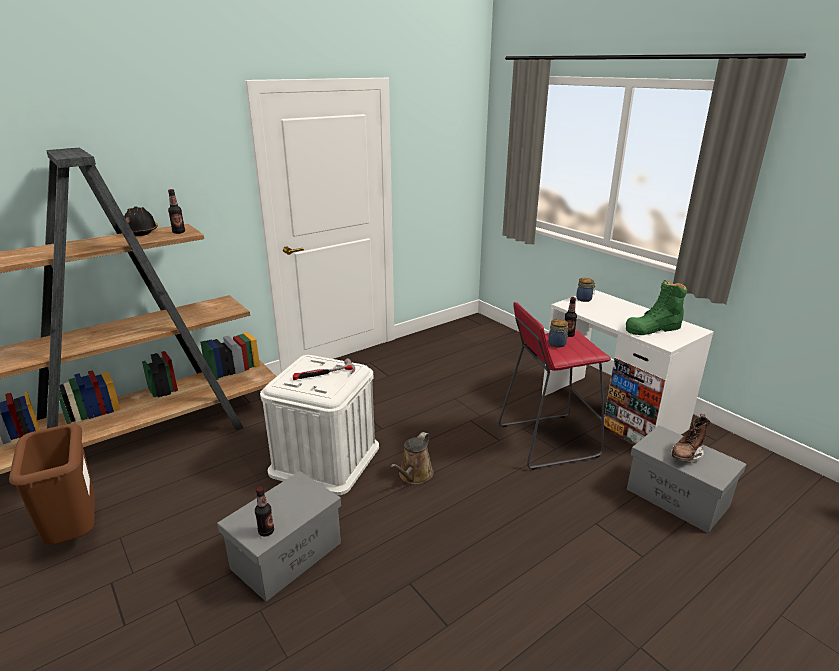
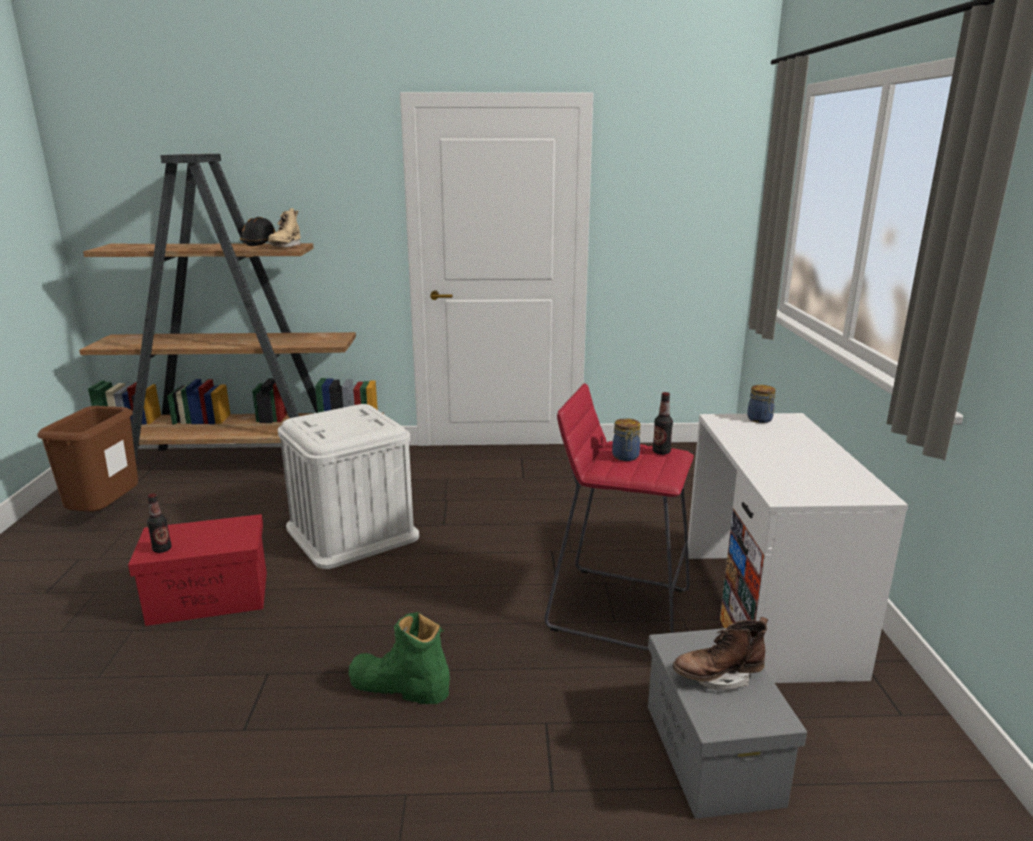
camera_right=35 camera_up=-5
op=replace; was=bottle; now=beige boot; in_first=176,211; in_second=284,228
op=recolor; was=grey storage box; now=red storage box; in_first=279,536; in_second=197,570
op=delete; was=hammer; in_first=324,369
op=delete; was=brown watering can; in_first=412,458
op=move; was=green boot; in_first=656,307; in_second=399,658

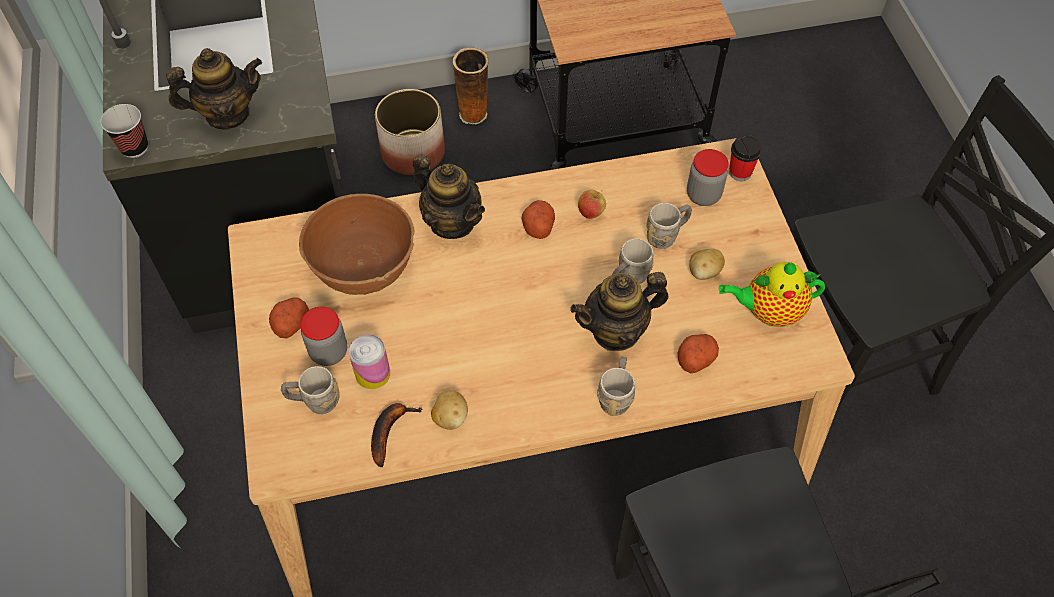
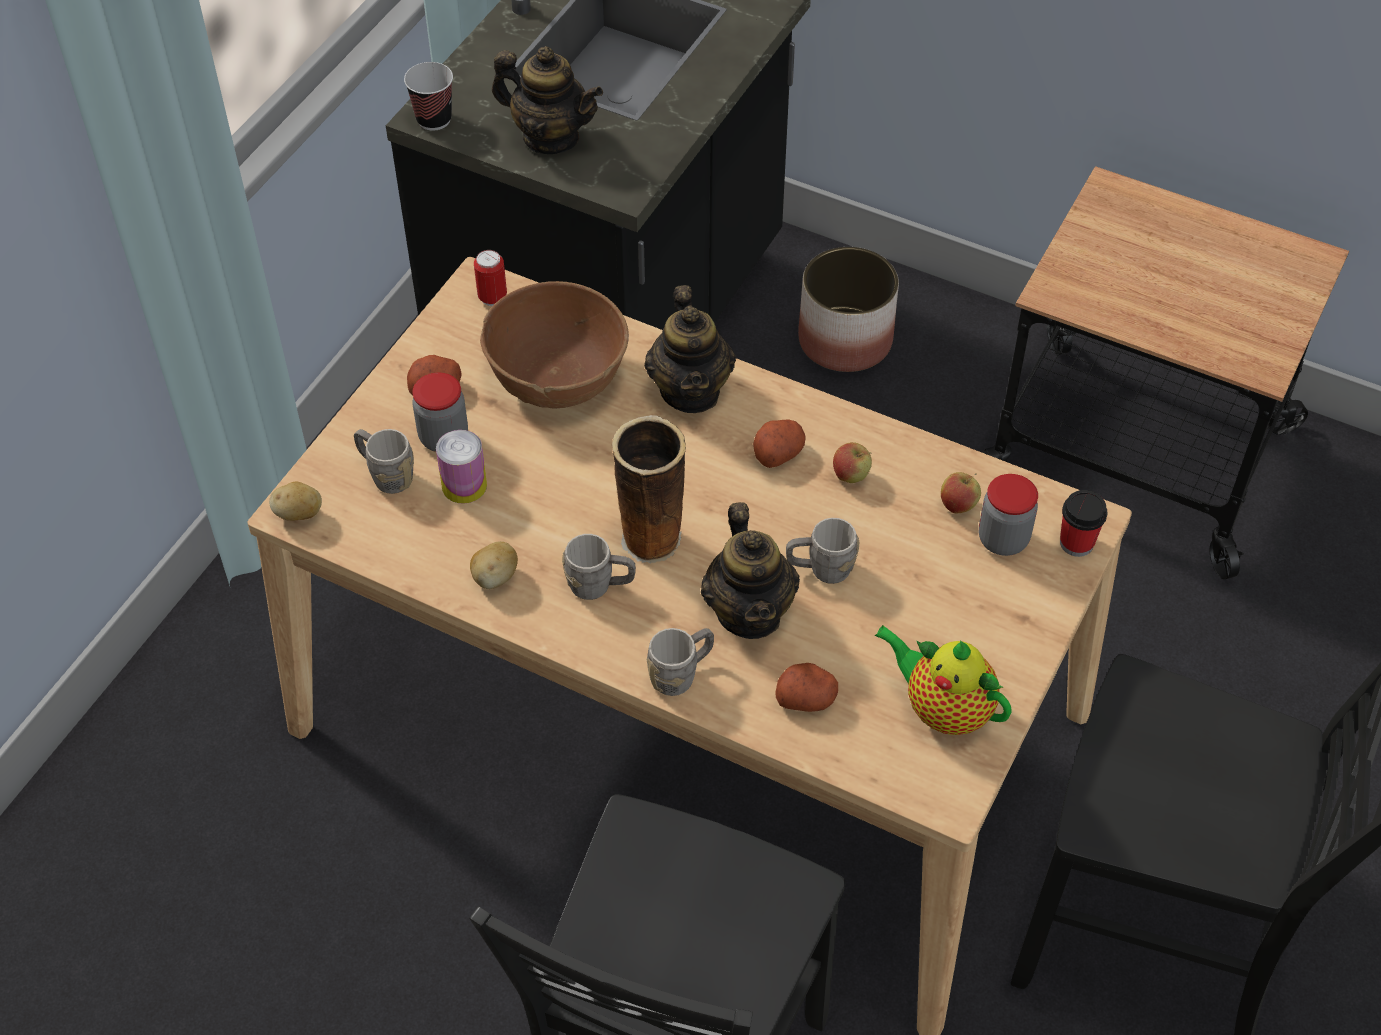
camera_right=40 camera_up=-5
op=delete; was=banana; in_first=397,435
op=move; was=vase; in_first=471,86; in_second=649,489
op=rotate; was=teapot; in_first=619,311; in_second=750,570; clockwise=-120
op=move; was=grey mug; in_first=669,226; in_second=599,567
op=move; was=potato; in_first=707,264; in_second=295,501
op=insert; now=can; in_second=490,278
op=insert; now=apple; in_second=961,493

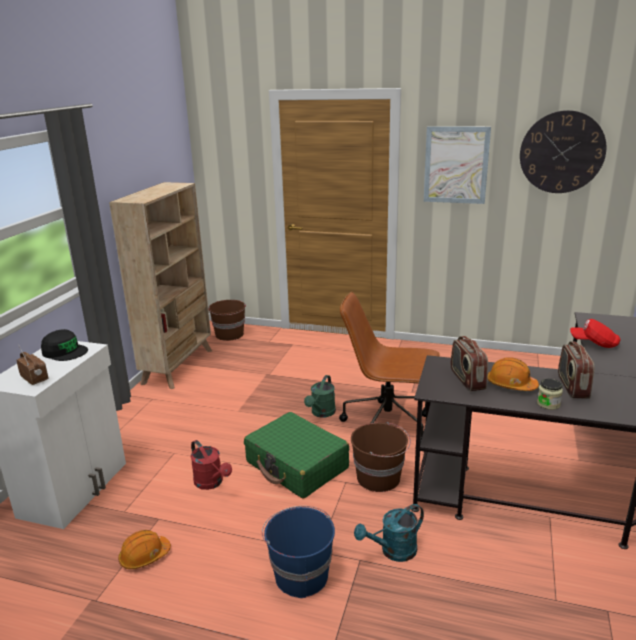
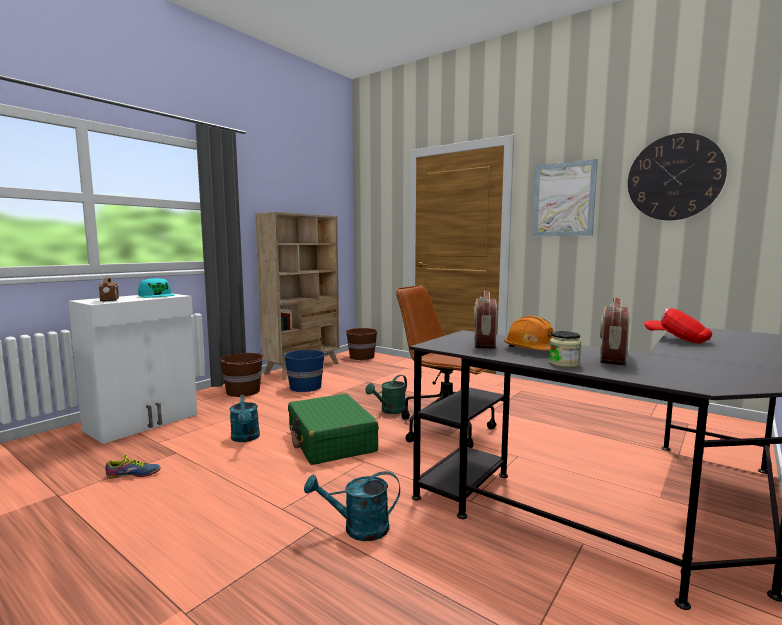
camera_right=20 camera_up=-15
op=recolor; was=black cap; now=turquoise cap; in_first=64,345; in_second=156,288
op=replace; was=orange hard hat; now=shoe; in_first=144,549; in_second=133,467
op=recolor; was=red watering can; now=turquoise watering can; in_first=211,465; in_second=244,418
op=move; was=blue bucket; in_first=298,552; in_second=304,371
op=move; was=brown bucket; in_first=381,457; in_second=242,375

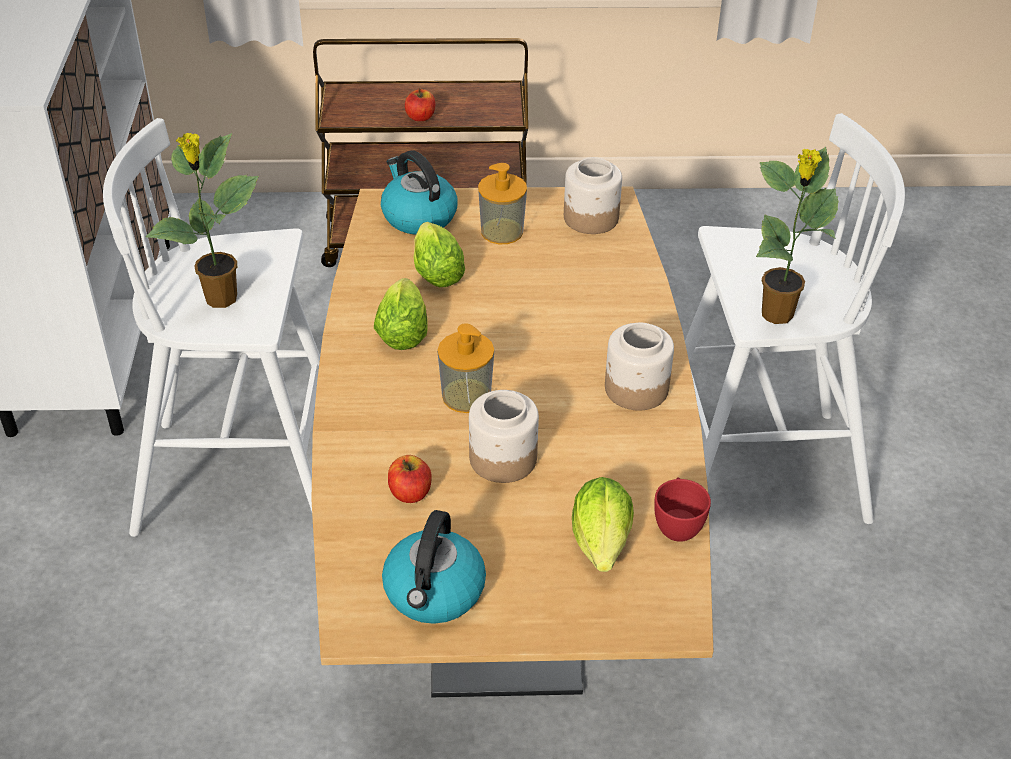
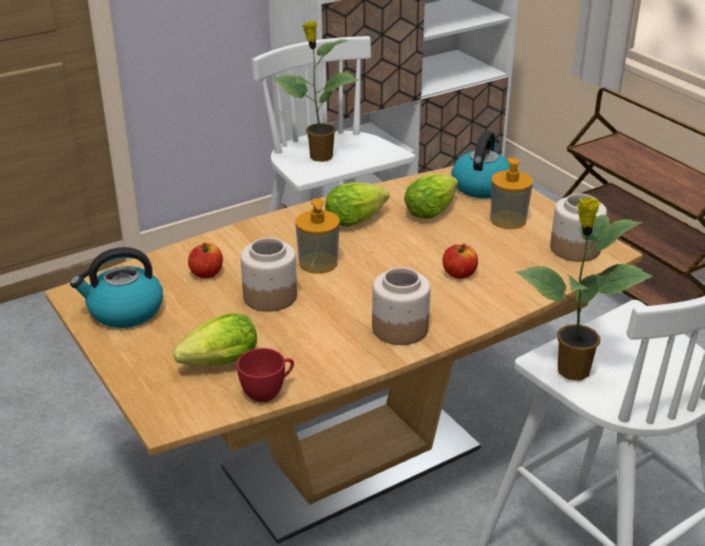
camera_right=60 camera_up=-10
op=move; was=apple; in_first=420,105; in_second=460,261

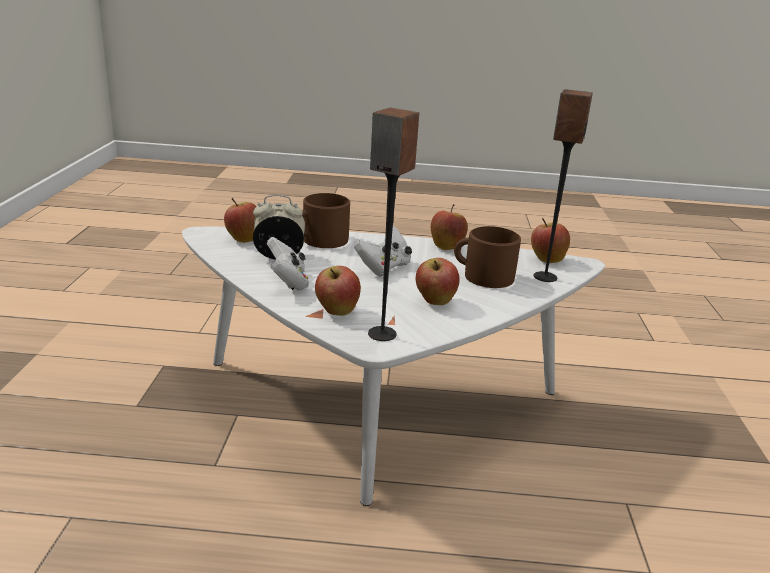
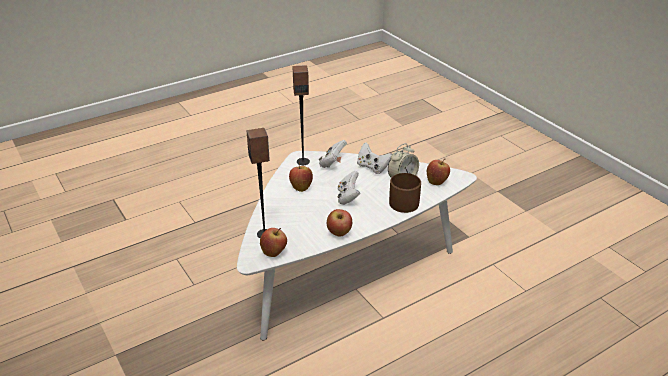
camera_right=145 camera_up=10
op=replace; was=apple; now=white game controller; in_first=338,291; in_second=333,154
op=delete; was=brown mug; in_first=487,257

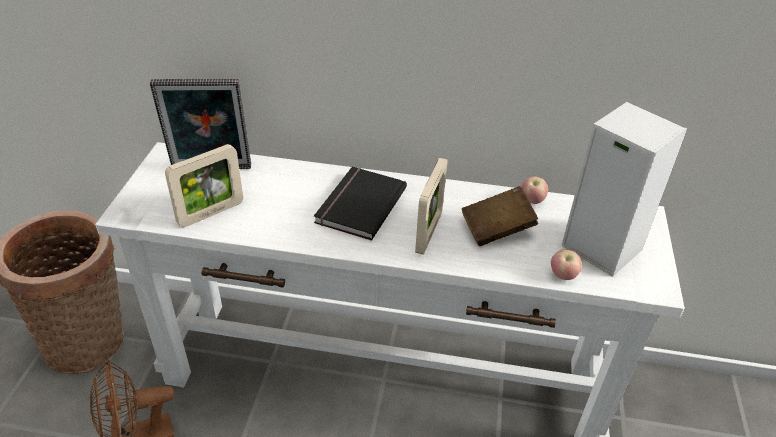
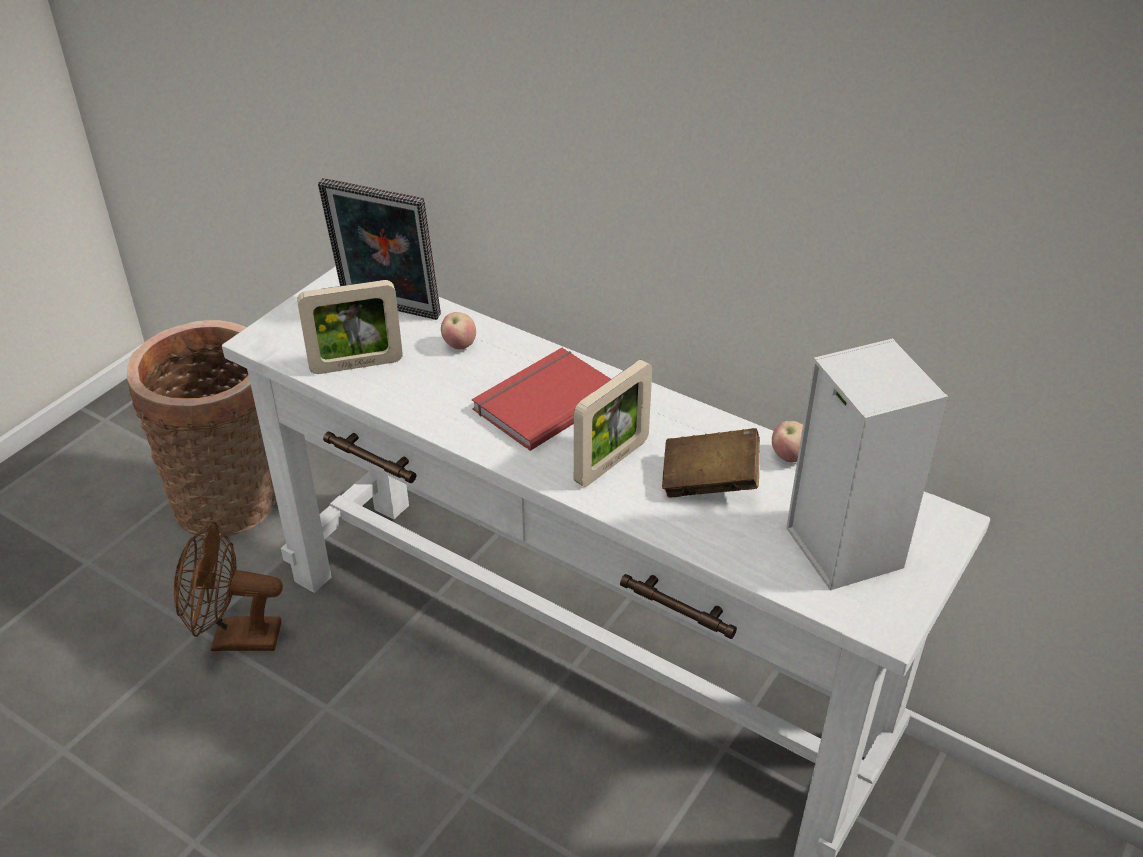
camera_right=25 camera_up=0
op=recolor; was=black book; now=red book; in_first=360,204; in_second=541,399
op=move; was=apple; in_first=566,265; in_second=458,330

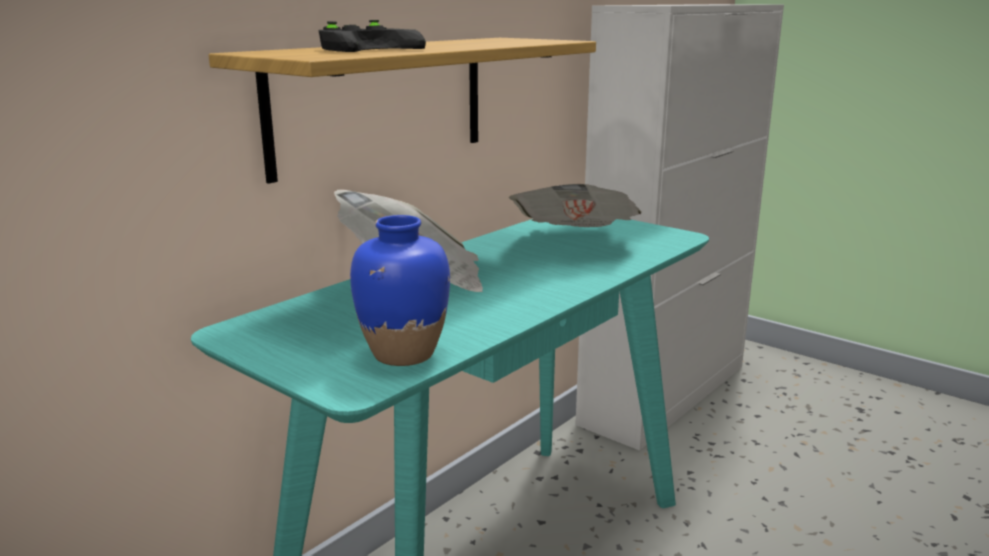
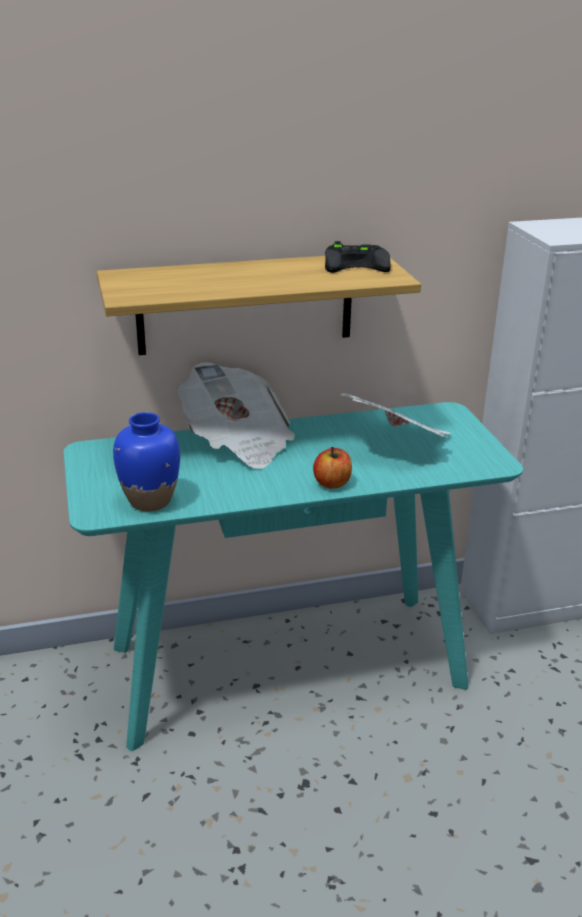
camera_right=35 camera_up=10
op=move; was=black game controller; in_first=372,36; in_second=358,257
op=insert; now=apple; in_second=332,467

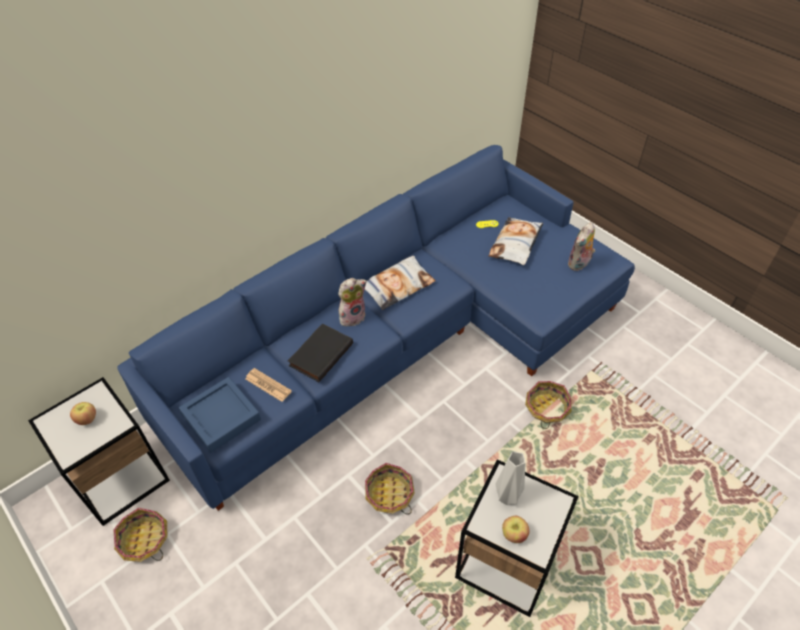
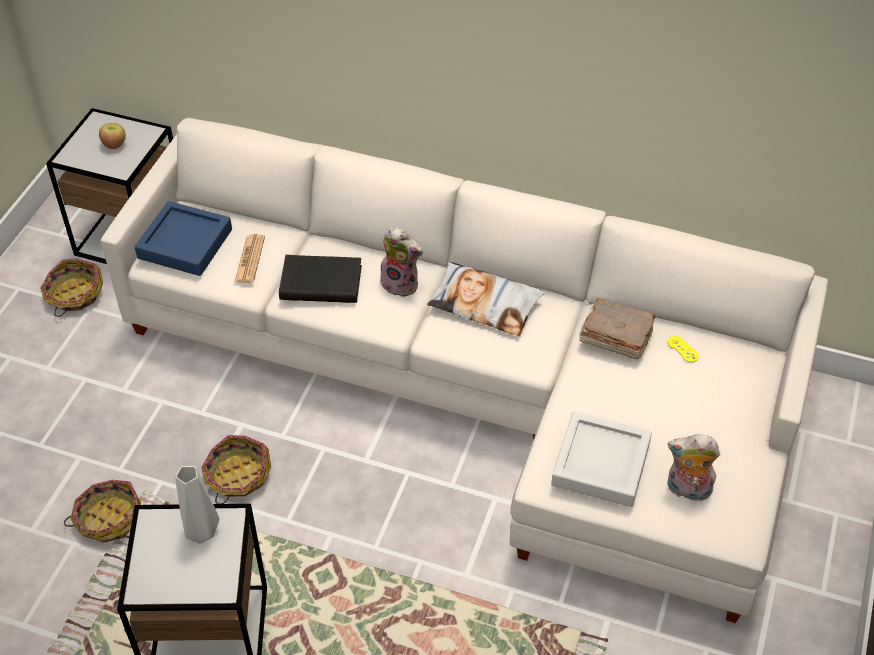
camera_right=60 camera_up=0
op=recolor; was=blue sofa; now=white sofa; in_first=376,328; in_second=464,370
op=delete; was=pillow; in_first=515,241
op=delete; was=apple; in_first=515,529
op=move; was=basket; in_first=548,405; in_second=102,511
op=insert; now=grey tray; in_second=601,459
op=insert; now=brown book; in_second=618,328

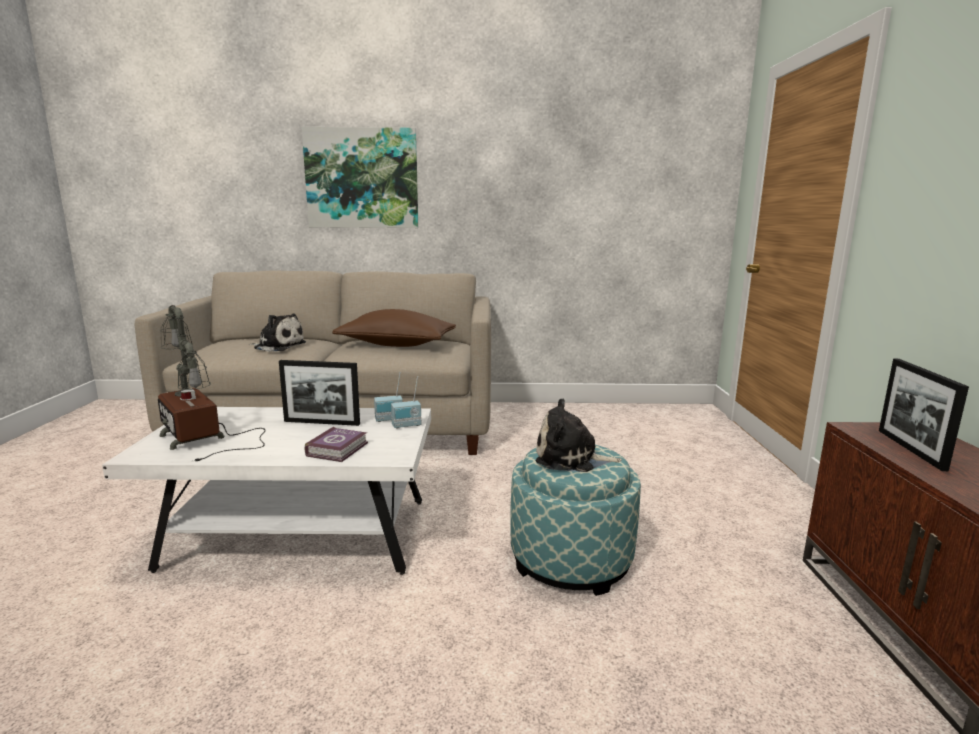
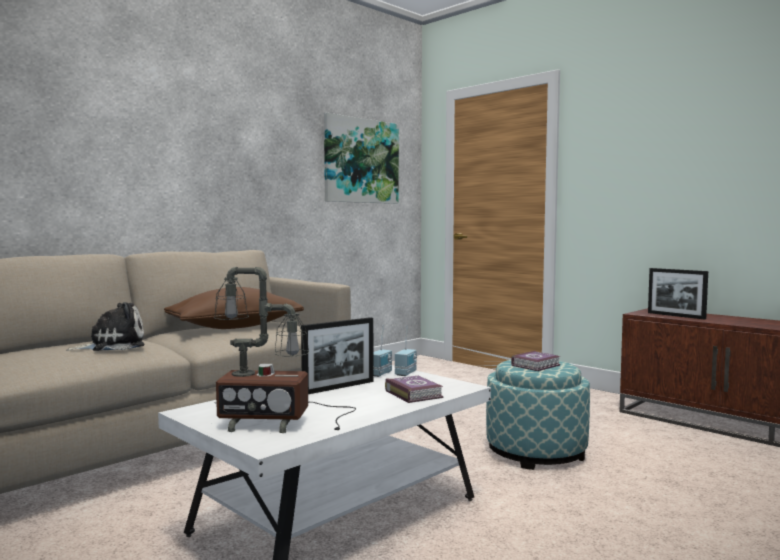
camera_right=-45 camera_up=-10
op=move; was=picture; in_first=360,177; in_second=361,158
op=replace; was=plush toy; now=book; in_first=579,435; in_second=535,361

